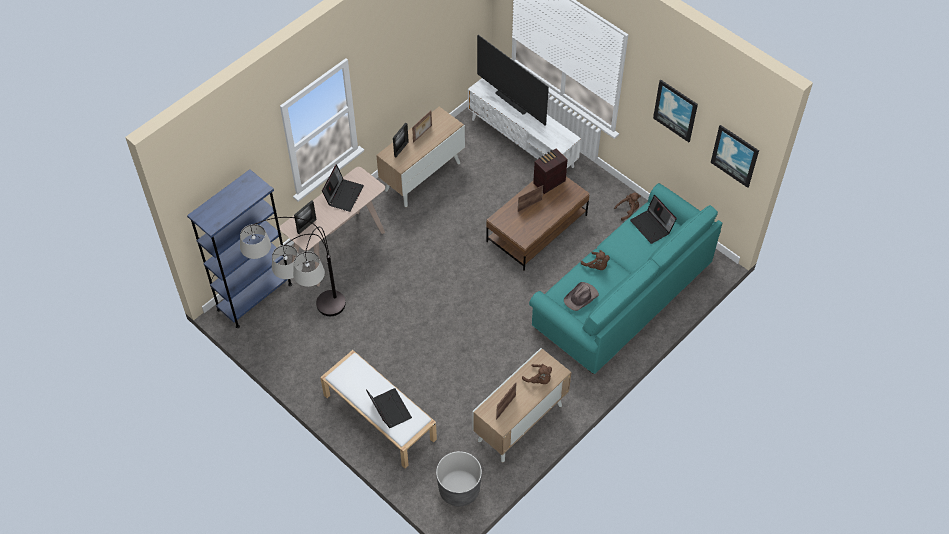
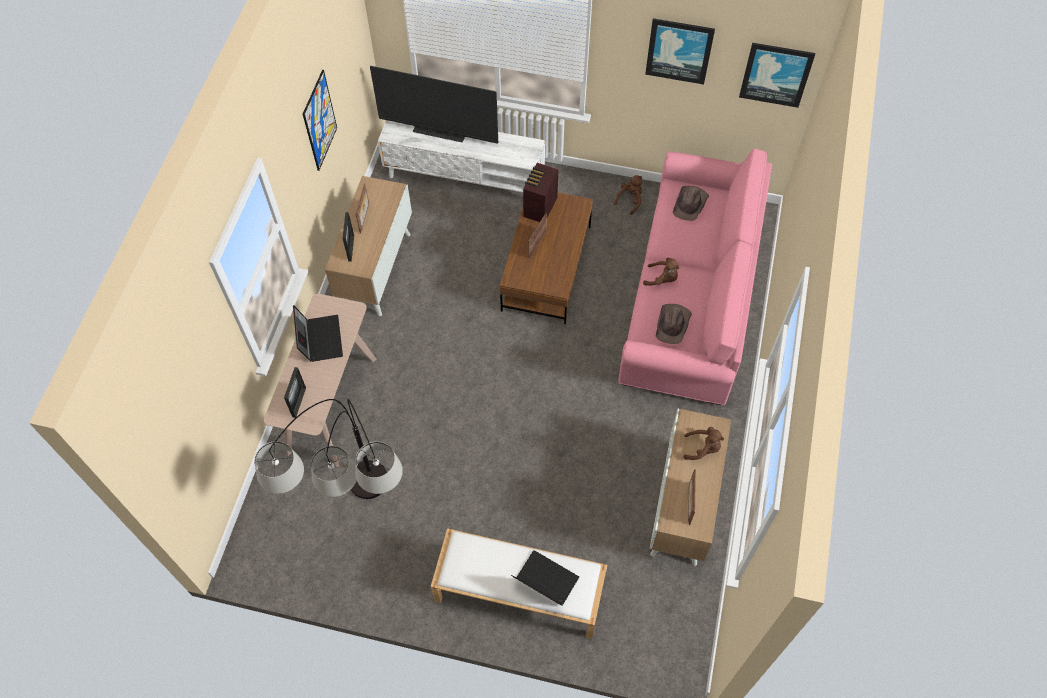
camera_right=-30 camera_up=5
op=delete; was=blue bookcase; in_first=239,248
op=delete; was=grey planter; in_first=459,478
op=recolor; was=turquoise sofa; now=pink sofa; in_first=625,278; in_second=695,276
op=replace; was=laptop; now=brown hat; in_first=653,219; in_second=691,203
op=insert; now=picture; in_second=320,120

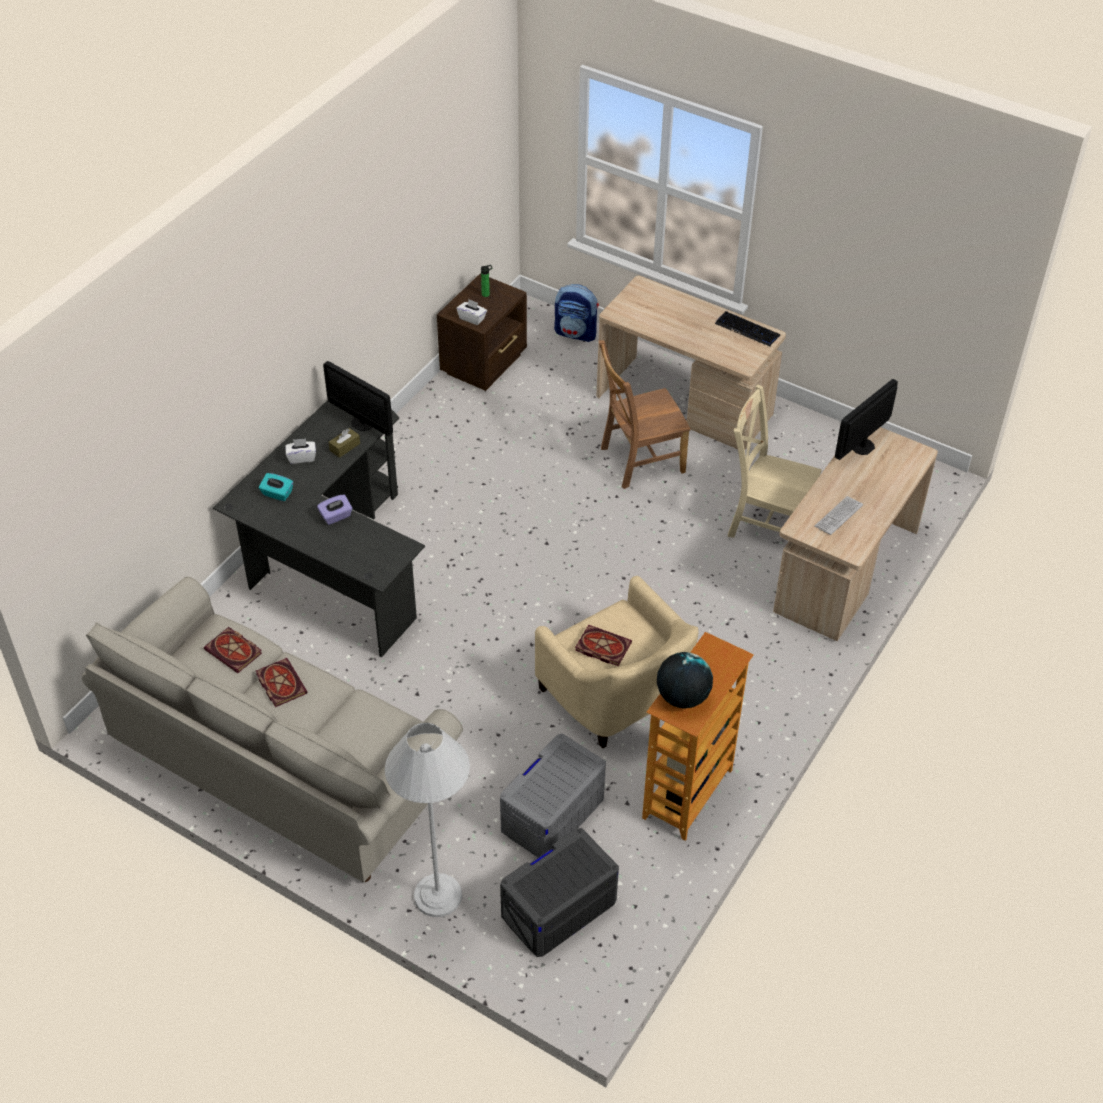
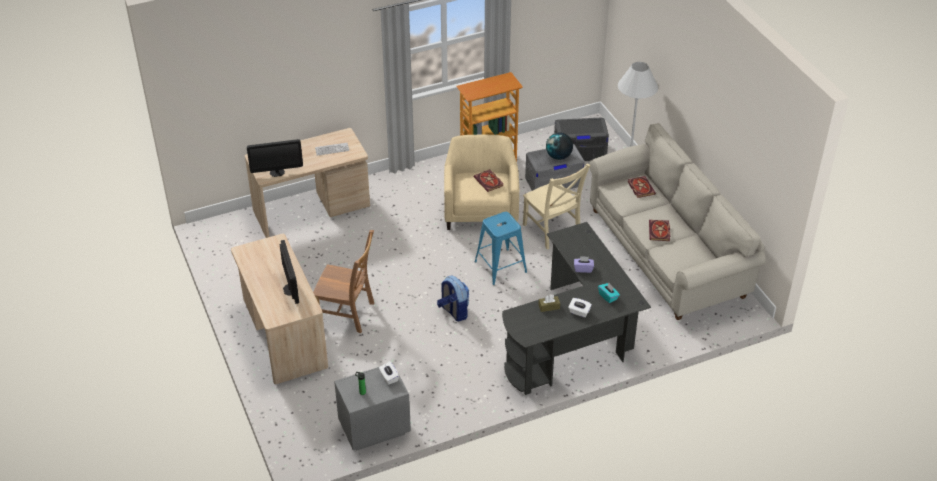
camera_right=-145 camera_up=-5
op=move; was=book; in_first=233,650; in_second=642,187
op=move; was=monitor; in_first=358,398; in_second=289,272
op=recolor; was=brown nightstand; now=grey nightstand; in_first=482,332; in_second=372,407
op=move; was=backpack; in_first=576,313; in_second=453,298
op=move; was=globe; in_first=685,680; in_second=559,146
op=delete; was=keyboard; in_first=747,328
op=move; was=beige chair; in_first=775,461; in_second=556,206
op=insert; now=blue stool; in_second=501,248

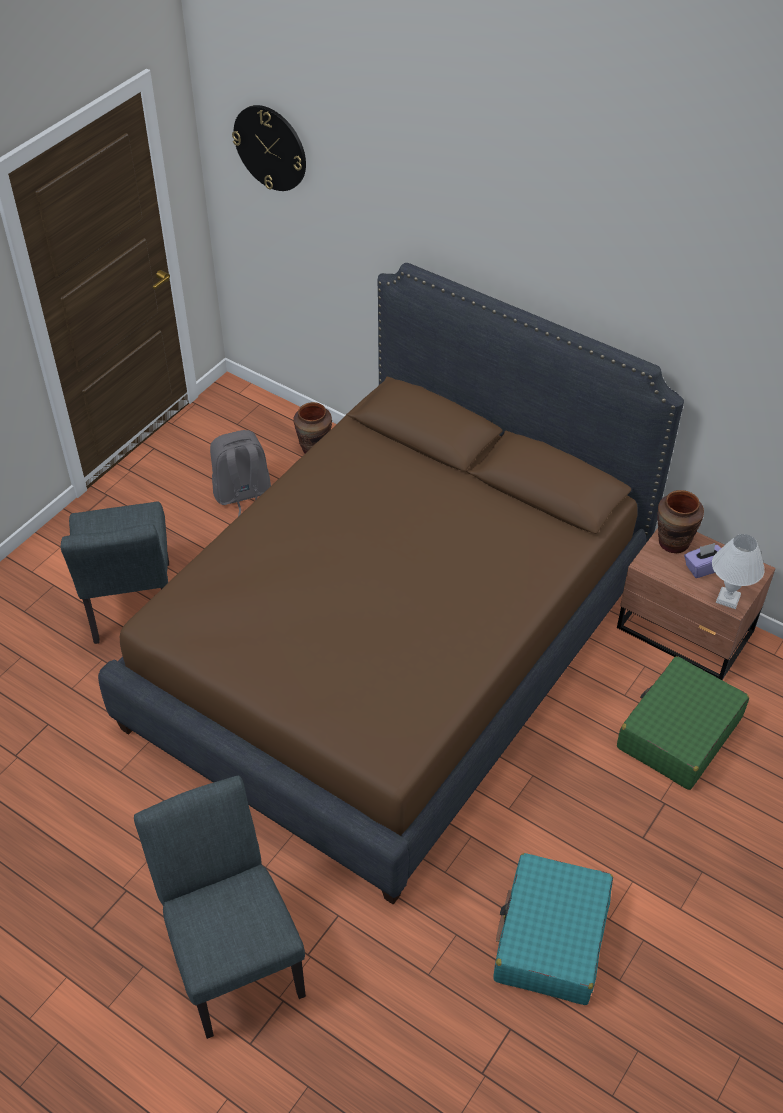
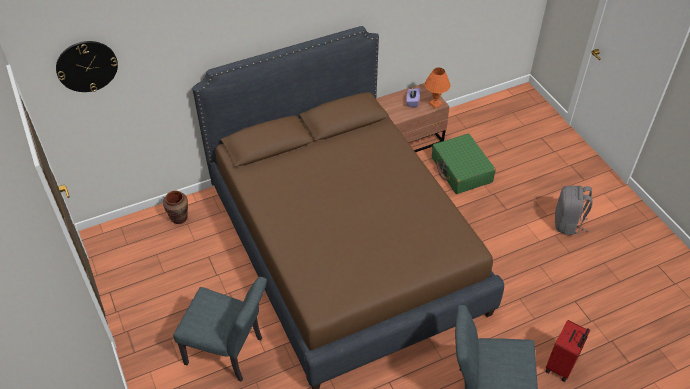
camera_right=-60 camera_up=0
op=move; was=grey backpack; in_first=240,473; in_second=573,210
op=delete; was=turquoise suitcase; in_first=553,929
op=delete; was=brown vase; in_first=680,521
op=recolor; was=white table lamp; now=orange table lamp; in_first=738,571; in_second=438,88
op=insert; now=red suitcase; in_second=567,351

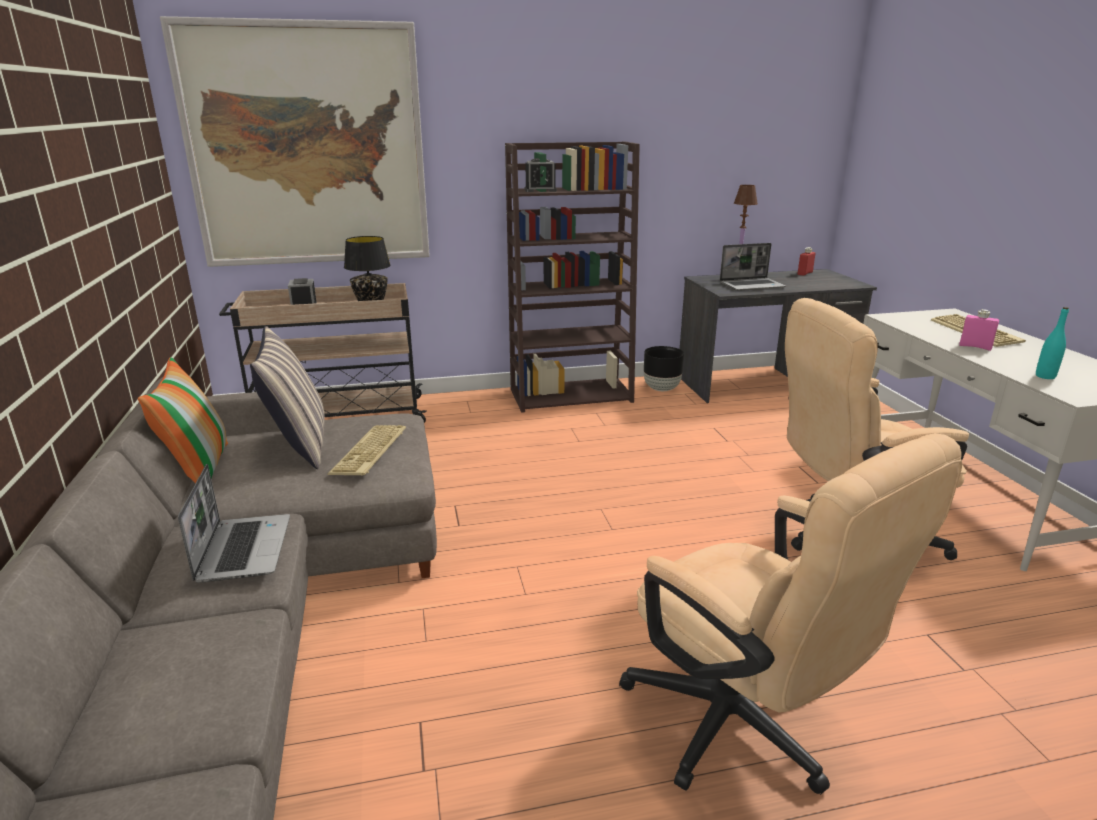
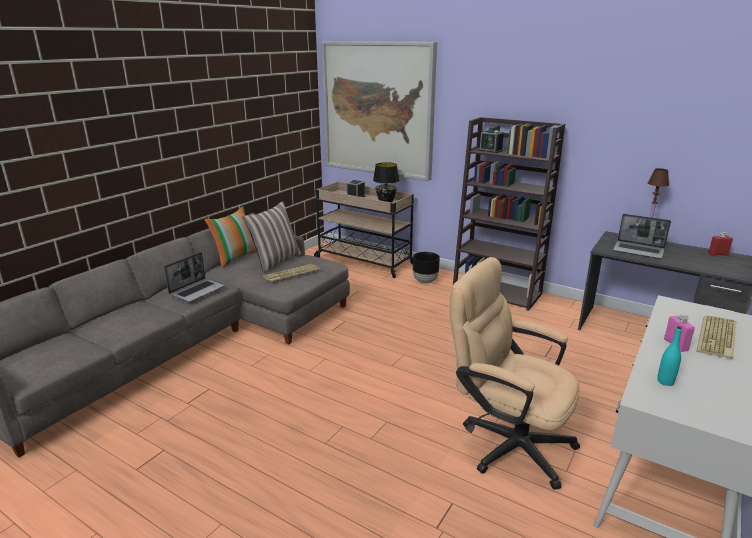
camera_right=45 camera_up=0
op=delete; was=beige office chair; in_first=790,614
op=move; was=black planter; in_first=664,368; in_second=426,267

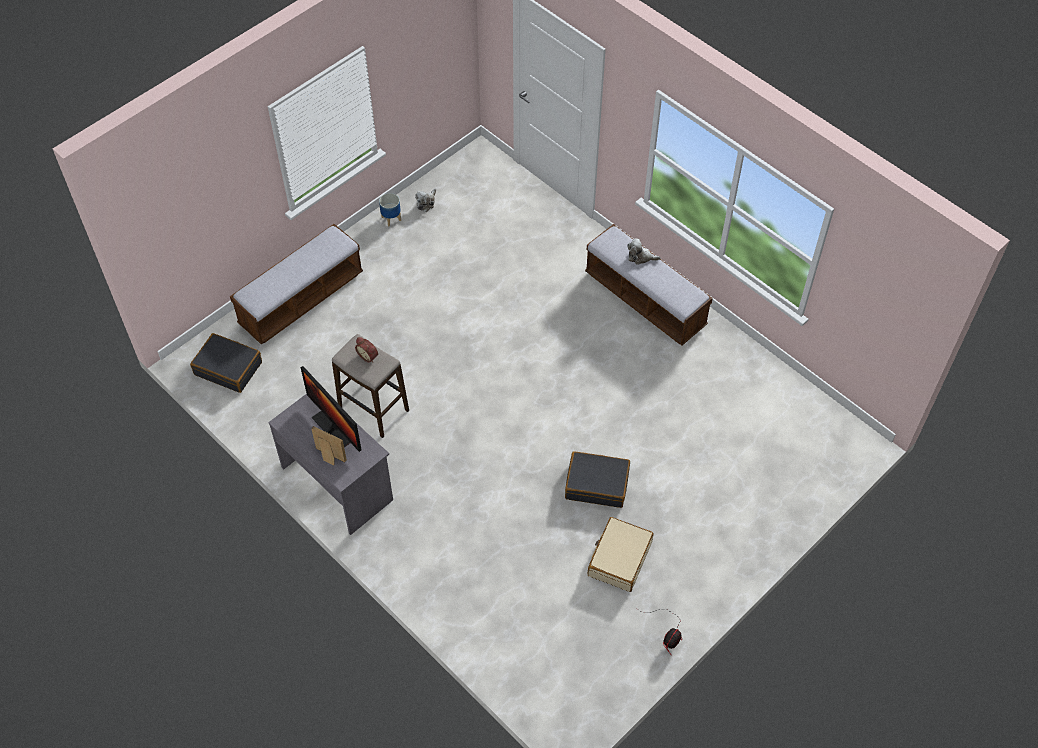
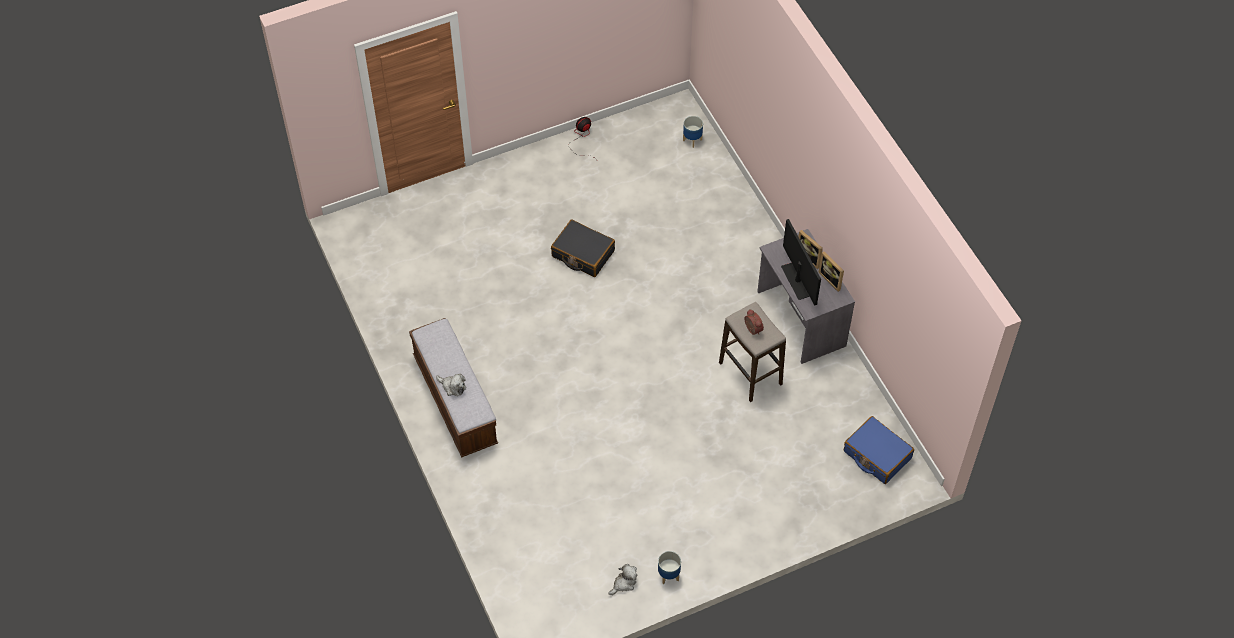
camera_right=-160 camera_up=0
op=recolor; was=black suitcase; now=blue suitcase; in_first=226,363; in_second=879,450
op=delete; was=bench; in_first=296,284
op=delete; was=beige suitcase; in_first=621,554
op=insert; now=planter; in_second=693,132
op=insert; now=picture frame; in_second=831,271

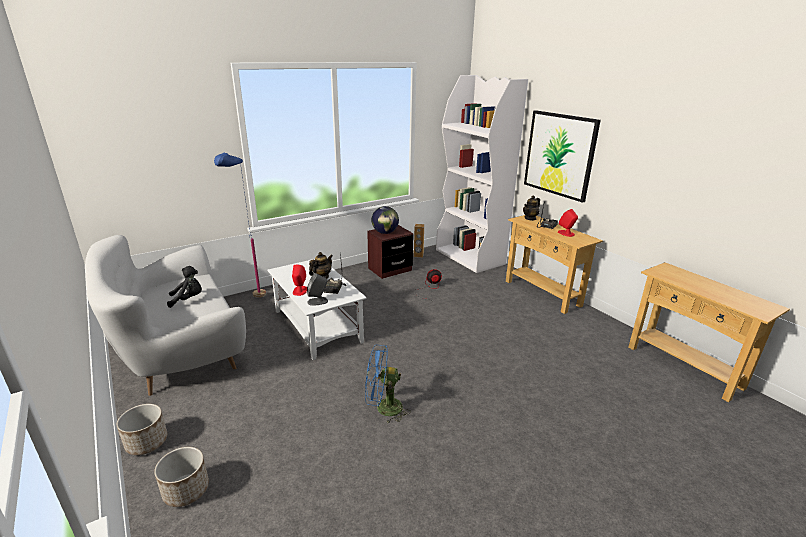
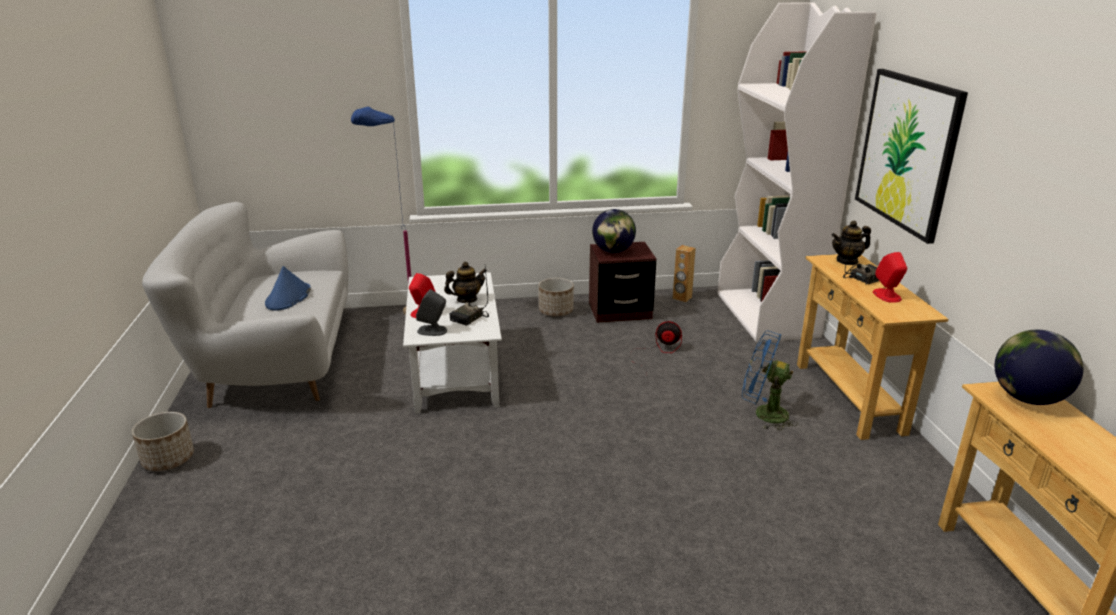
camera_right=25 camera_up=0
op=move; was=planter; in_first=181,477; in_second=556,297
op=replace; was=black plush toy; now=blue hat; in_first=184,287; in_second=288,288
op=move; was=blue fan; in_first=388,384; in_second=770,381
op=insert; now=globe; in_second=1038,367

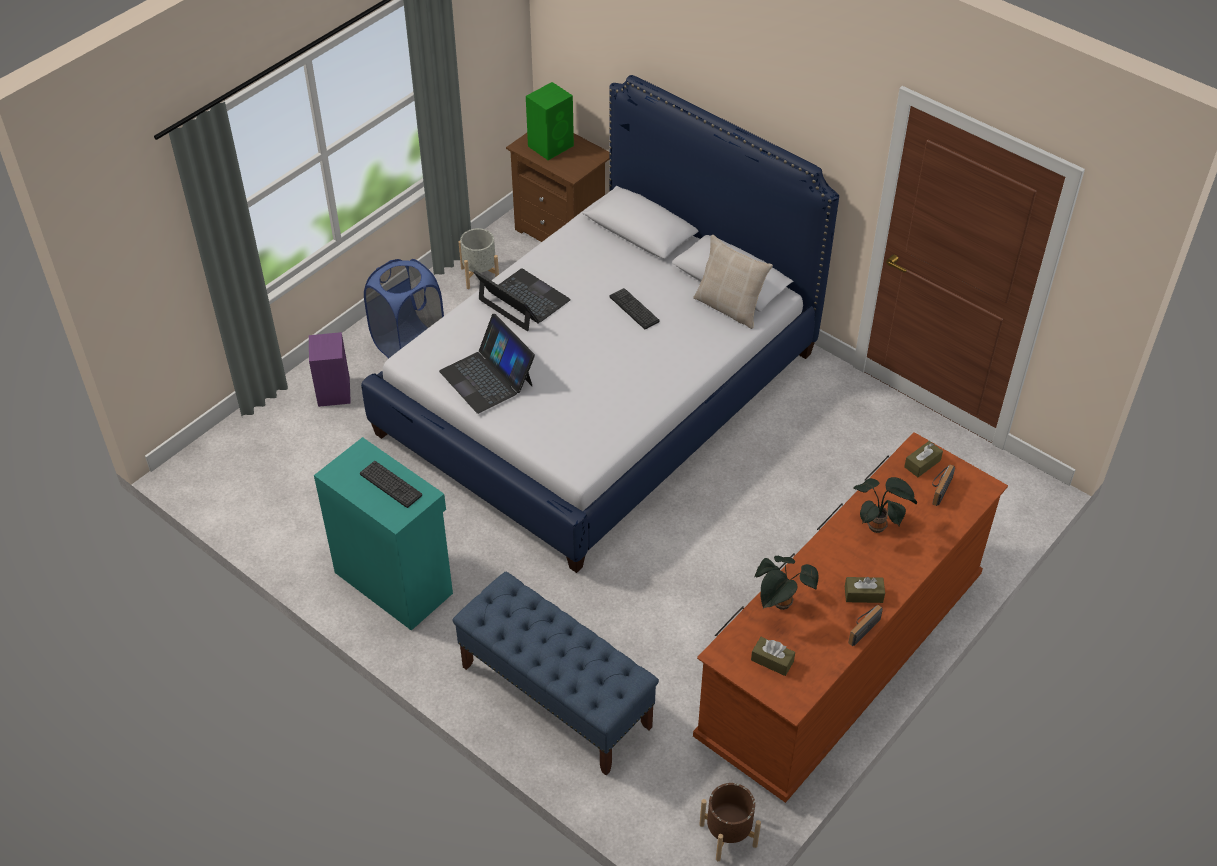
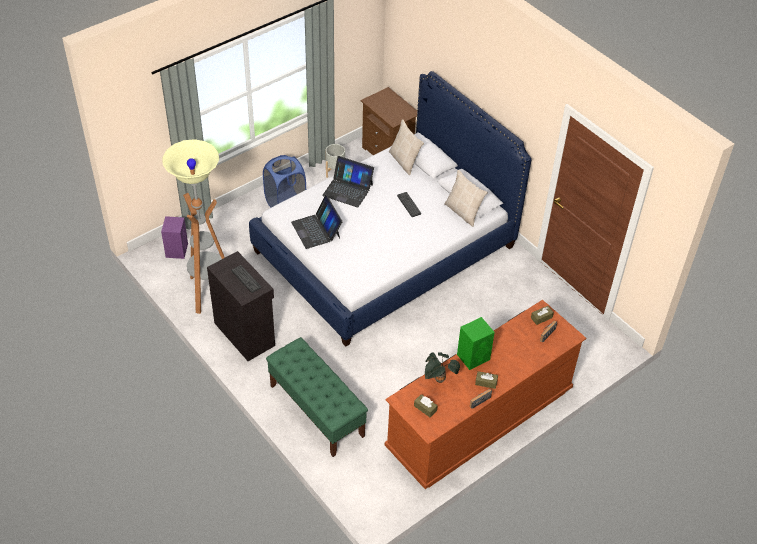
camera_right=10 camera_up=0
op=move; was=purple speaker; in_first=330,369; in_second=174,237
op=recolor; was=turquoise cabinet; now=black cabinet; in_first=383,534; in_second=241,306
op=recolor; was=blue bench; now=green bench; in_first=556,673; in_second=317,397
op=rotate; was=laptop; in_first=522,299; in_second=348,182; clockwise=150
op=move; was=green speaker; in_first=550,121; in_second=476,343
op=delete; was=brown planter; in_first=730,822
op=delete; was=potted plant; in_first=885,505
op=insert; now=floor lamp; in_second=193,226
op=insert; now=beige pillow; in_second=406,147

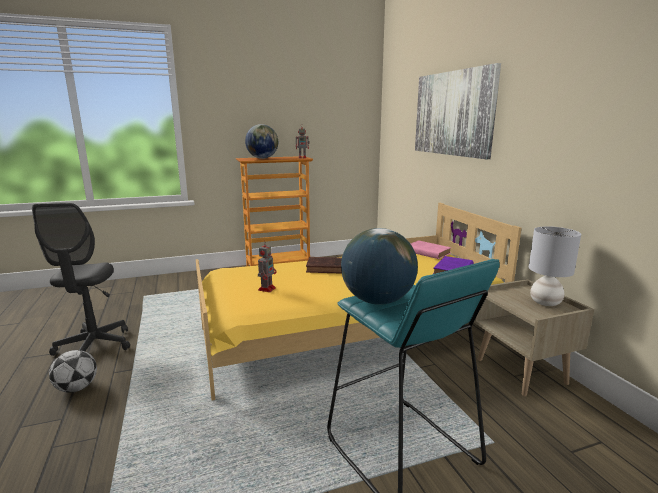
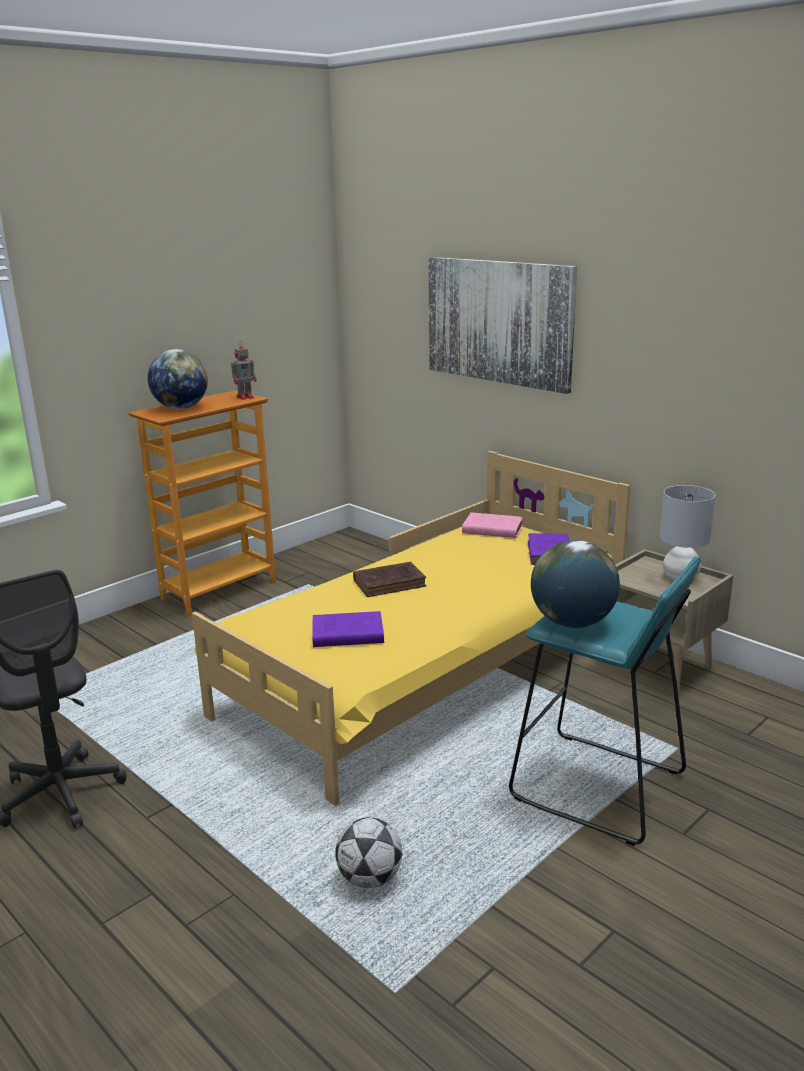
camera_right=-25 camera_up=5
op=move; was=football; in_first=73,371; in_second=368,852
op=replace; was=toy robot; now=purple book; in_first=267,266; in_second=348,629

